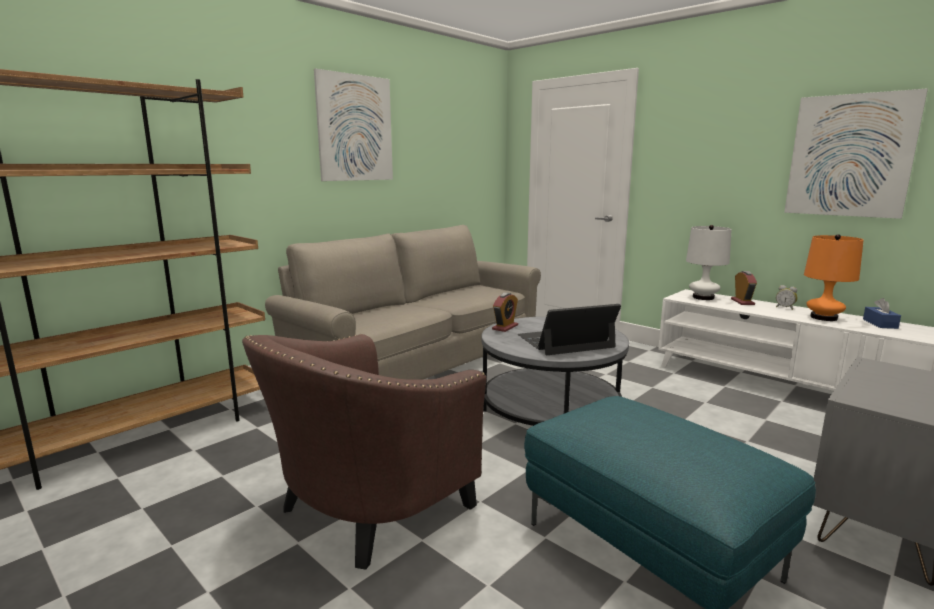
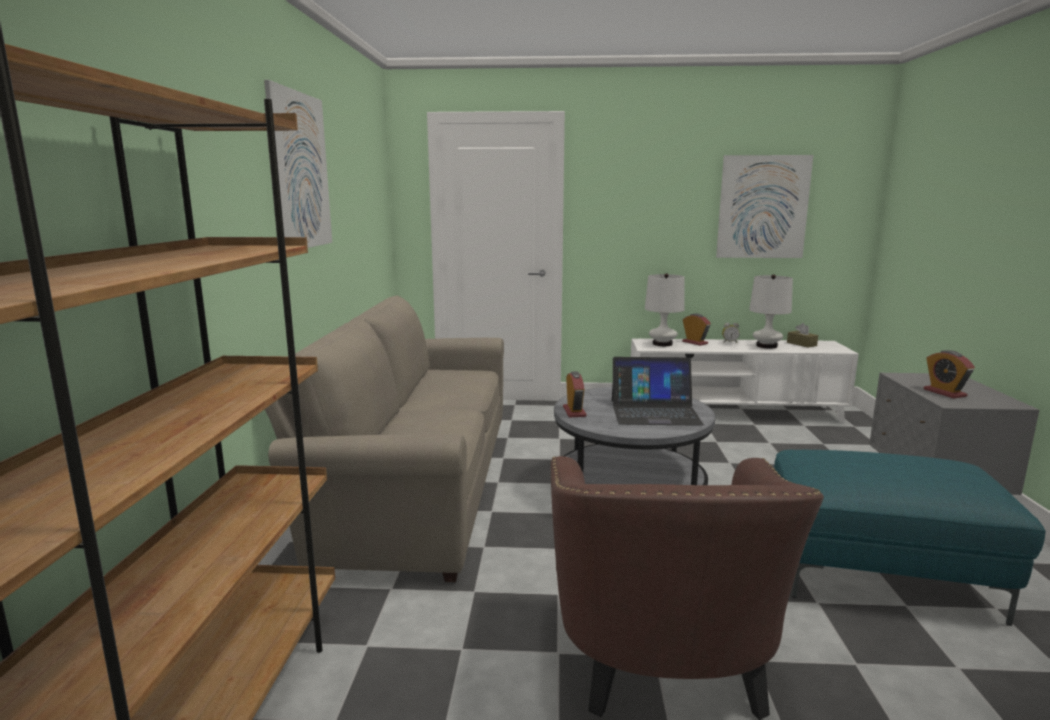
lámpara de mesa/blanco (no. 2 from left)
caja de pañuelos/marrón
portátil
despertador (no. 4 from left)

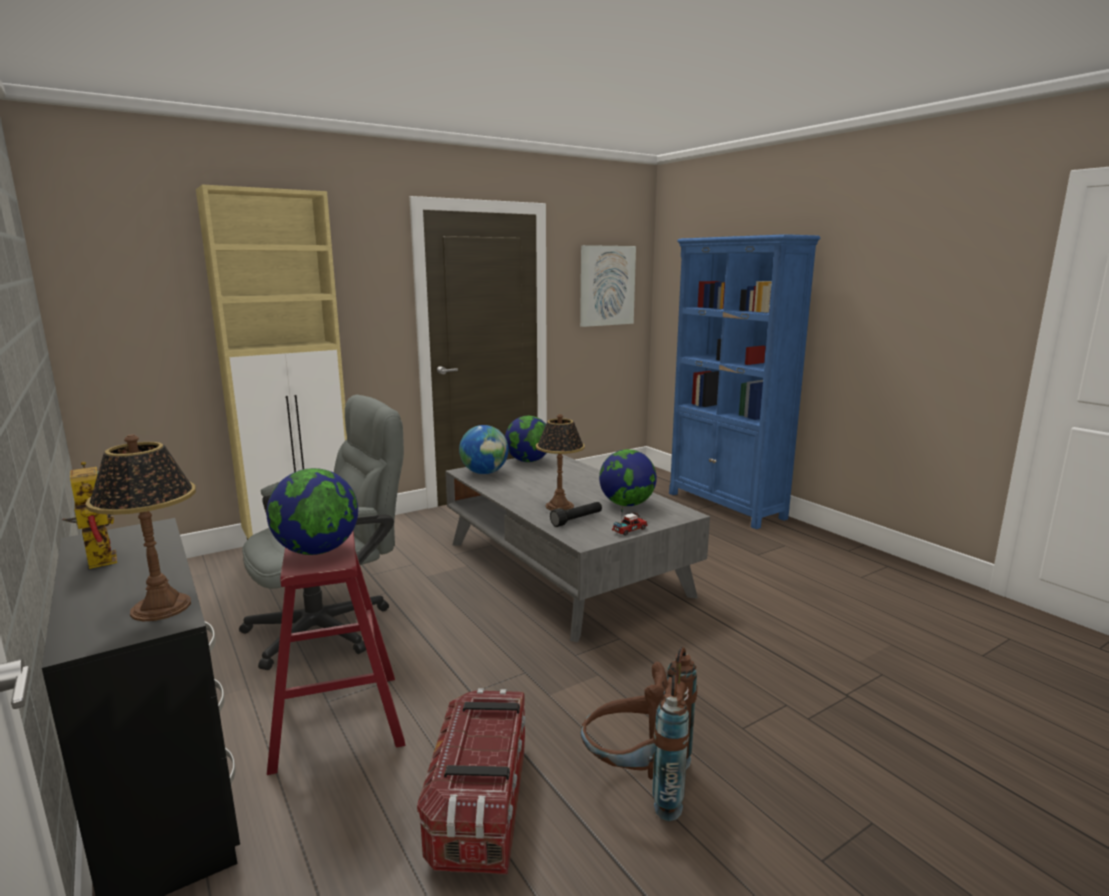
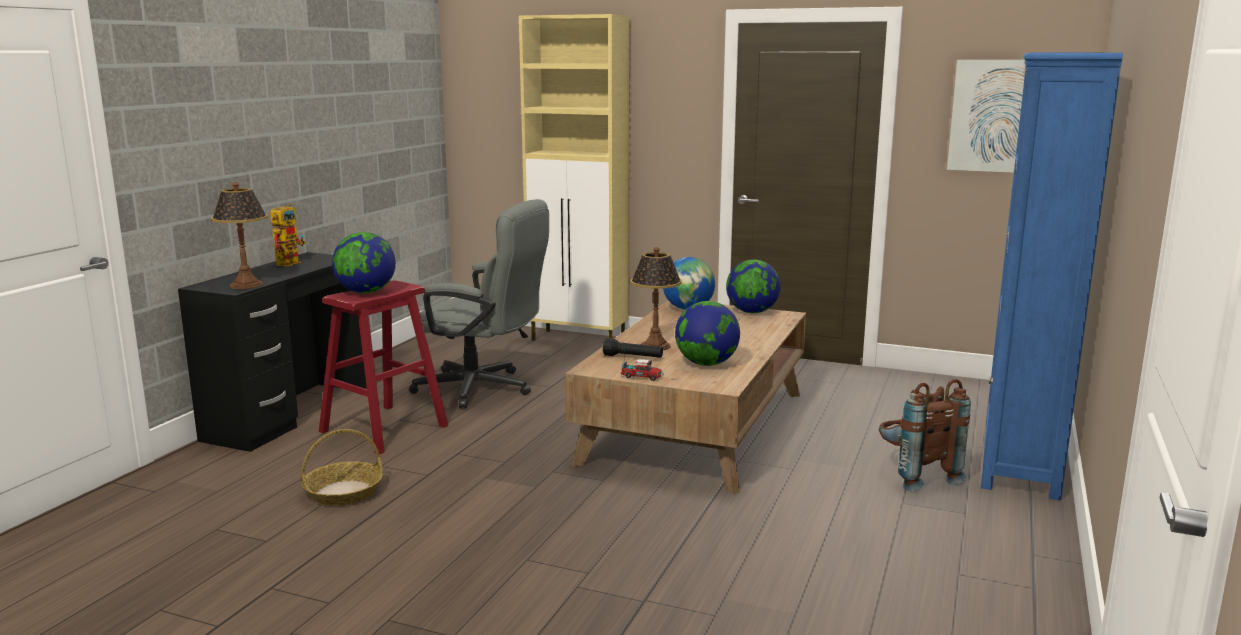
mesa de centro/marrón
mochila/marrón
cesta

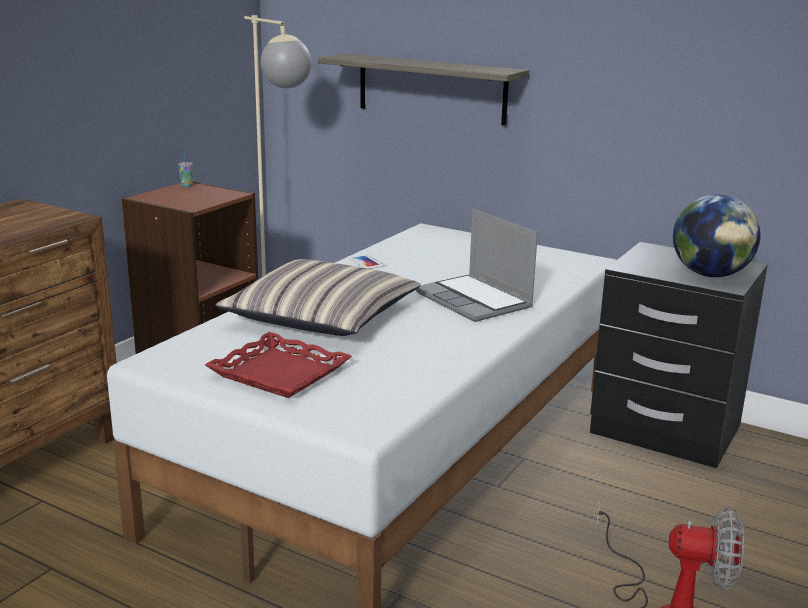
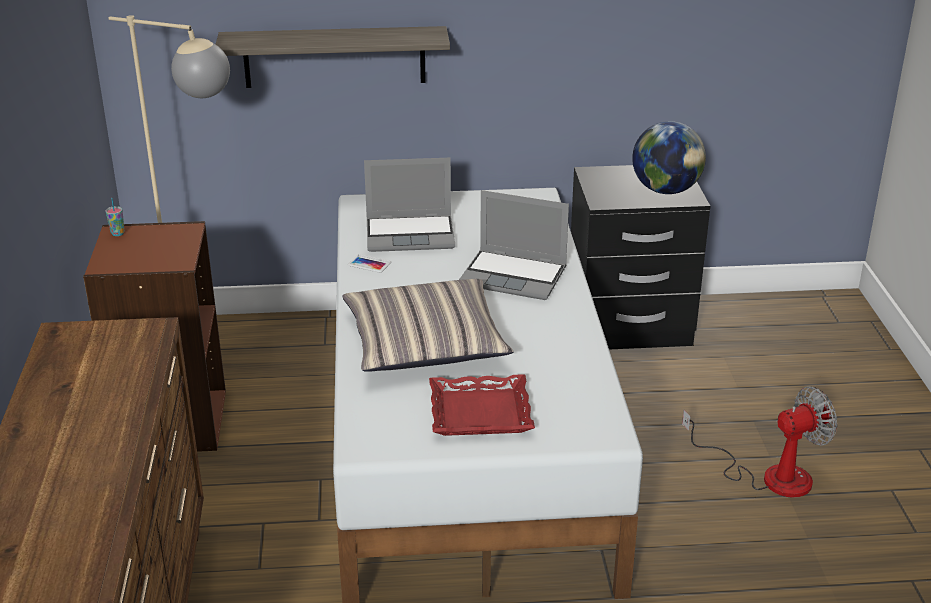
portátil (no. 1 from left)

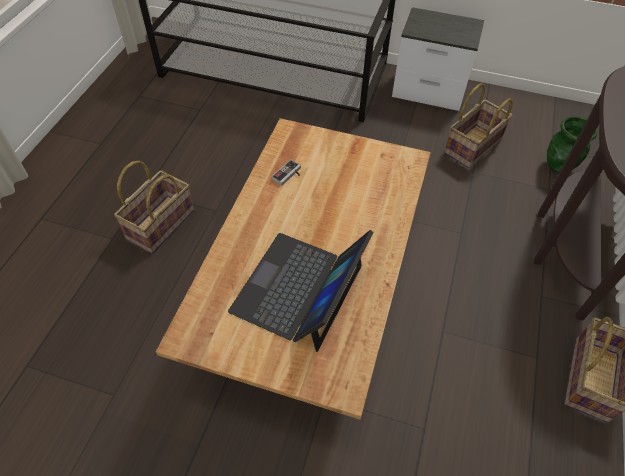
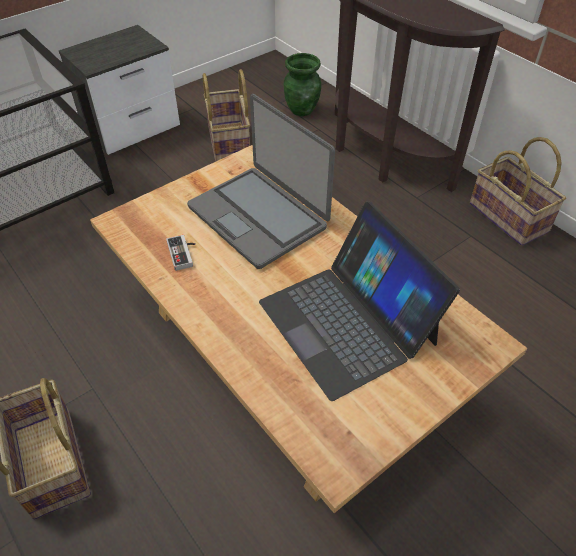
portátil (no. 1 from left)

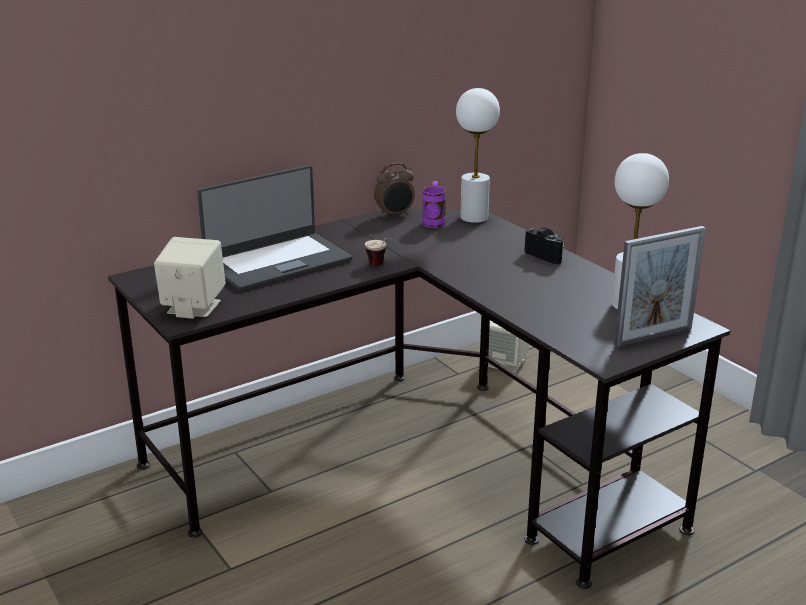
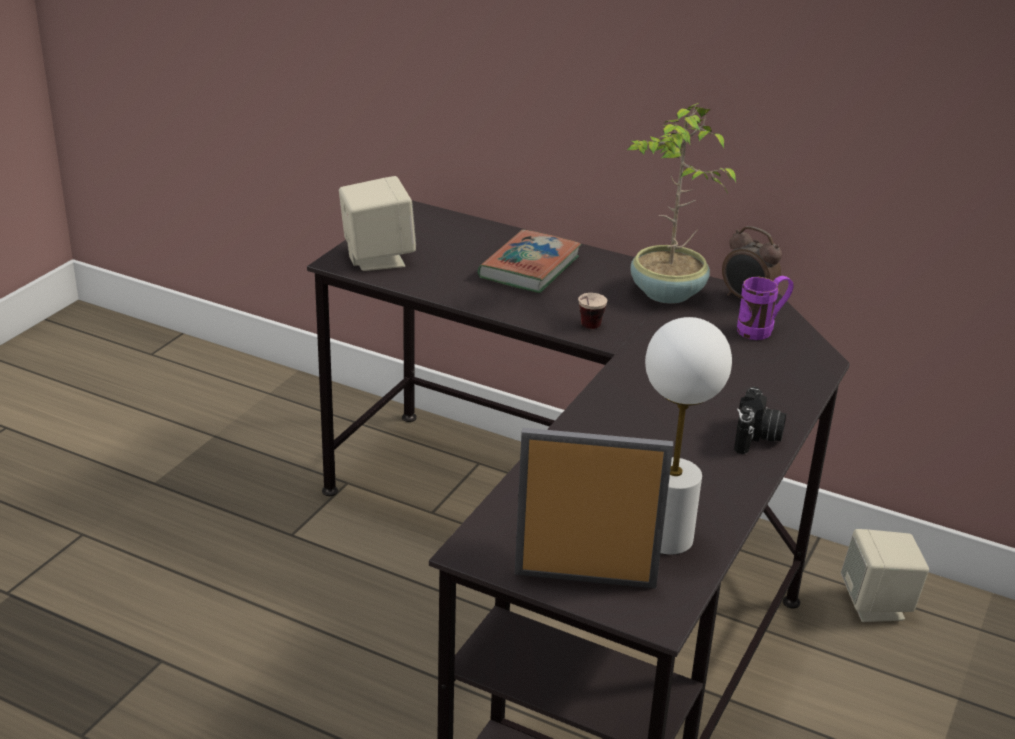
lámpara de mesa/blanco (no. 1 from left in the first image)
libro
portarretratos
planta en maceta

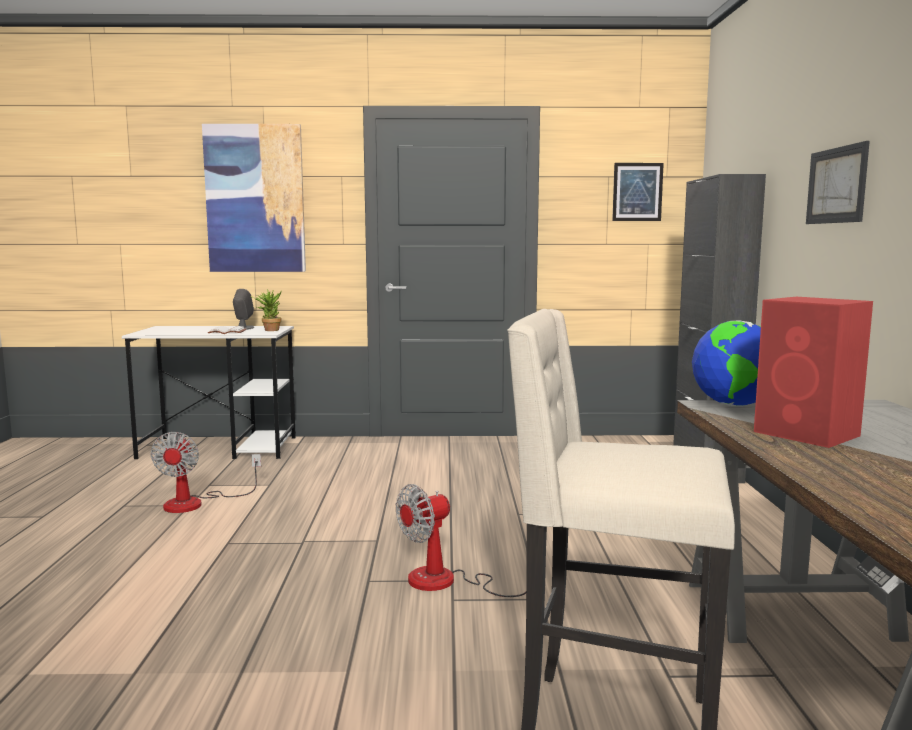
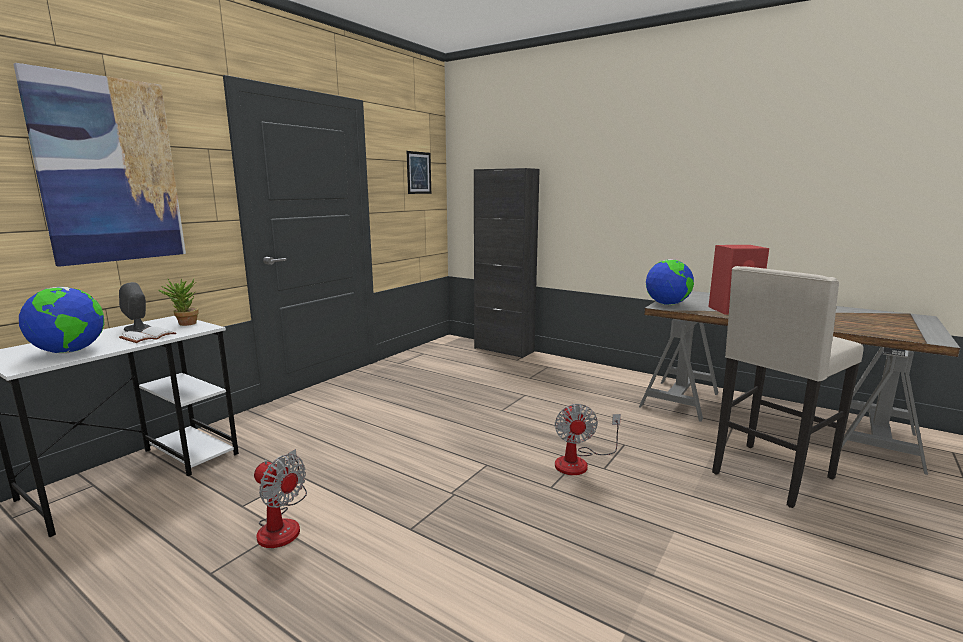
cuadro (no. 3 from left in the first image)
globo terráqueo (no. 1 from left)

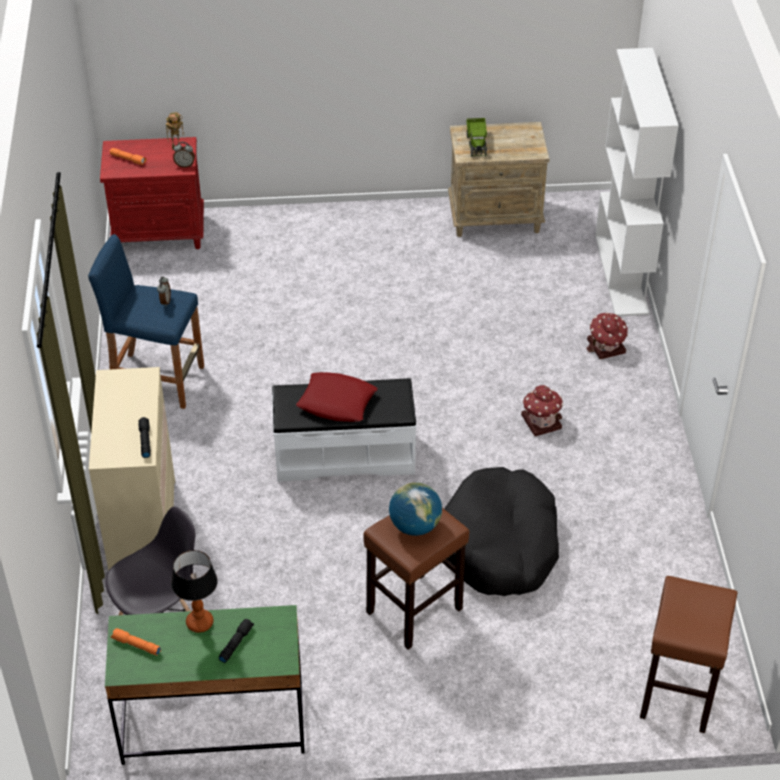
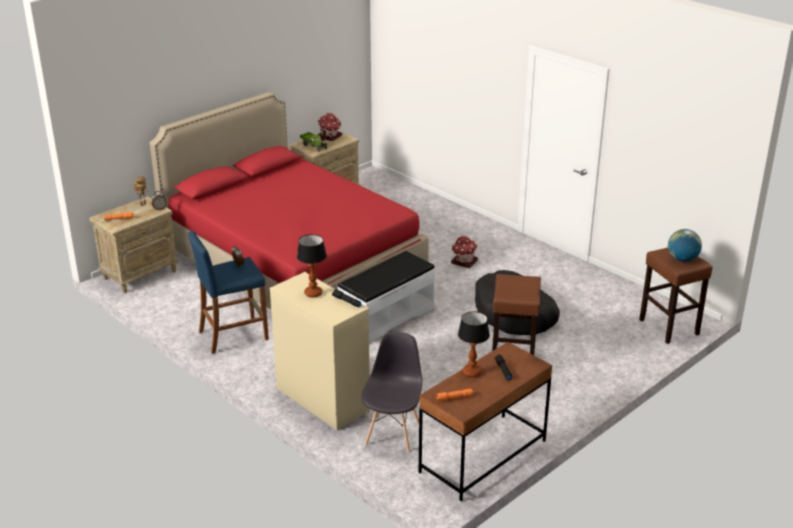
estantería/blanco
mesita de noche/beis (no. 1 from left)
casita (no. 1 from left)
cojín/rojo
globo terráqueo
escritorio/marrón
cama/rojo
lámpara de mesa (no. 1 from left)

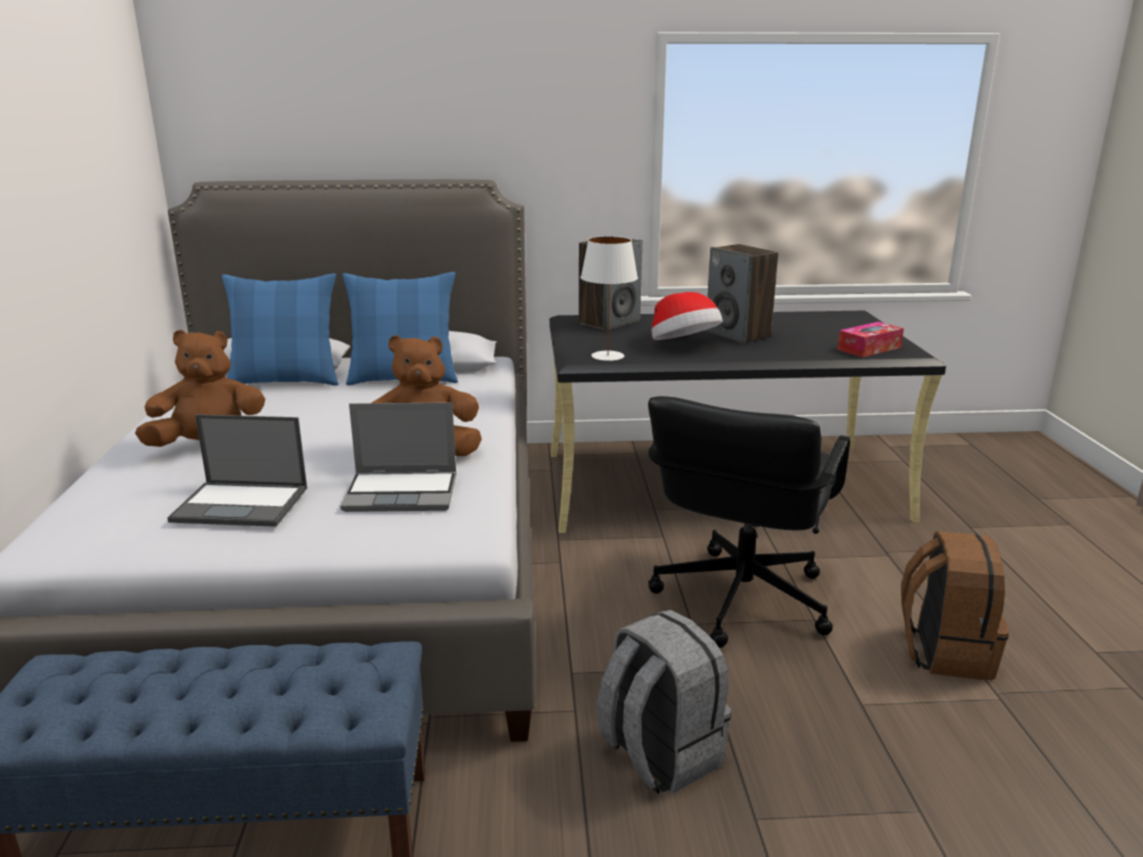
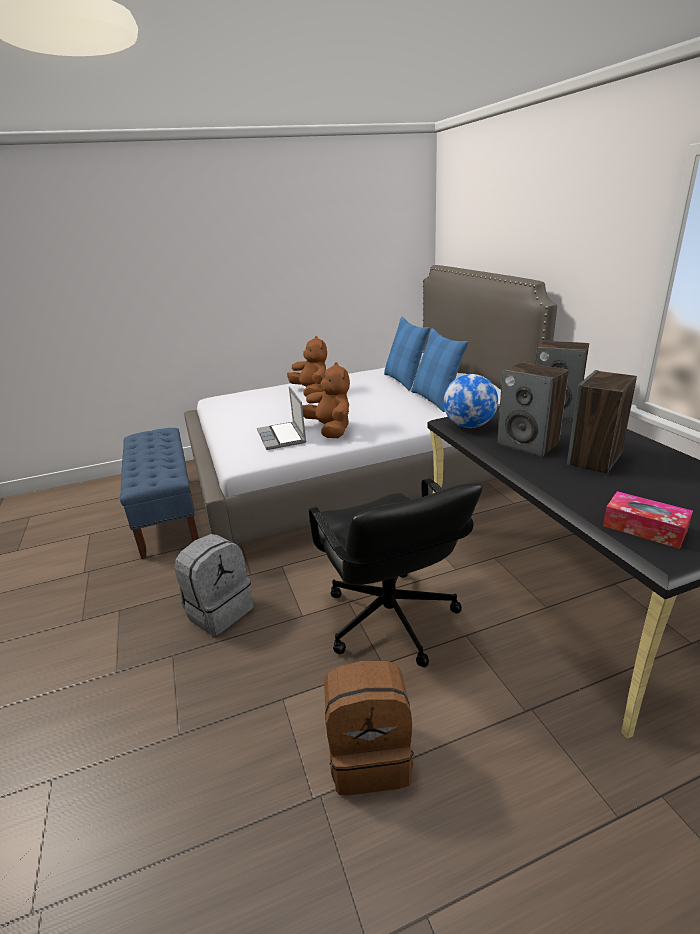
globo terráqueo
altavoz (no. 1 from left)
silla de oficina/negro
portátil (no. 1 from left in the first image)

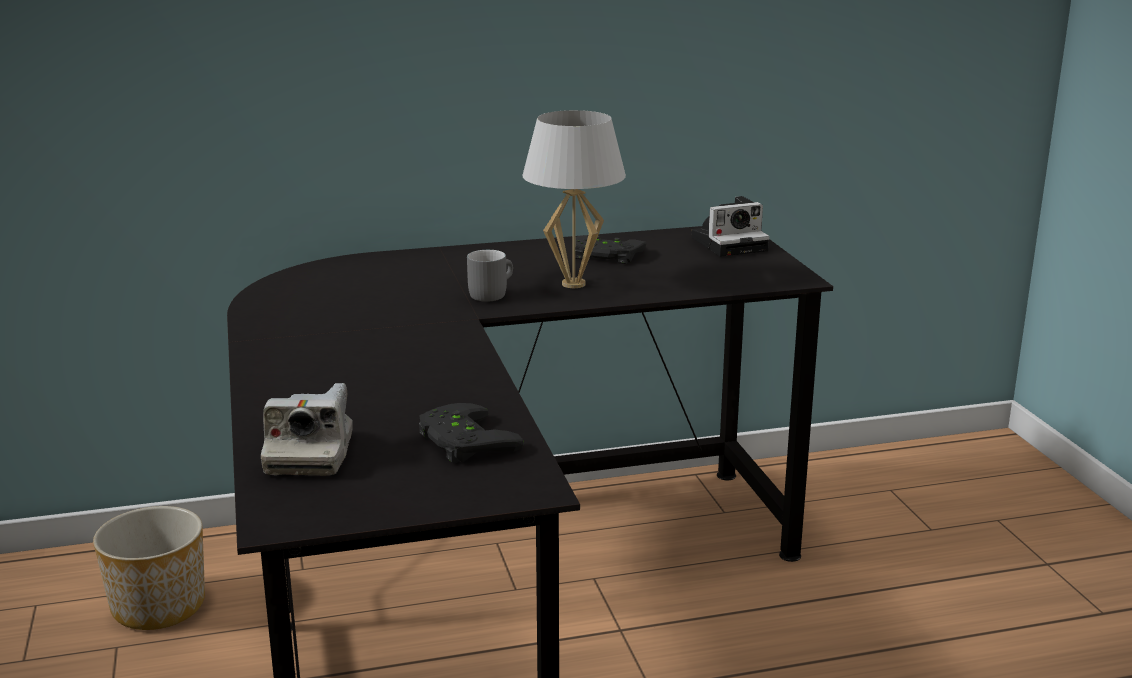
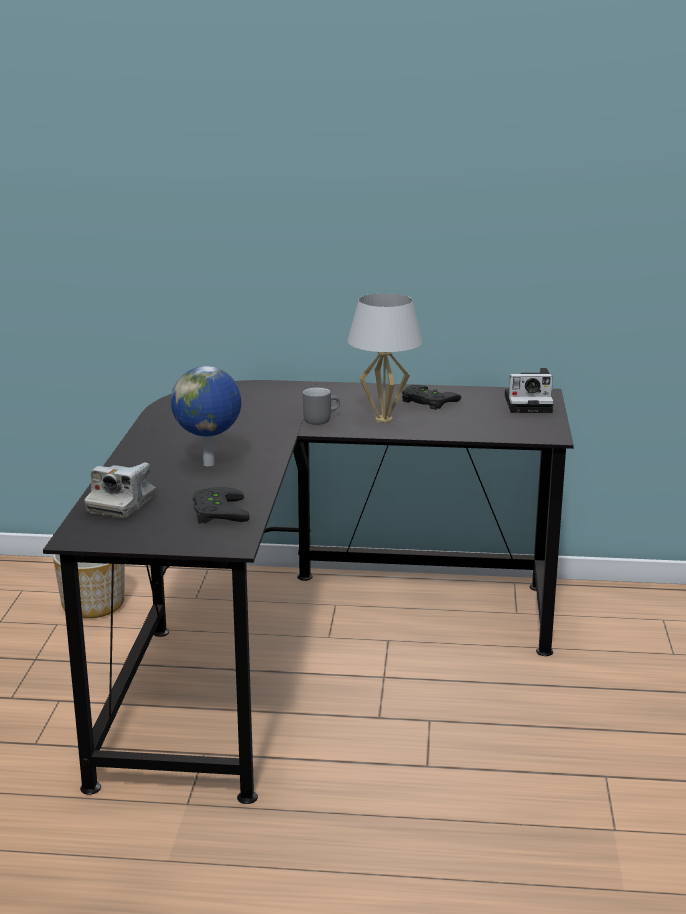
globo terráqueo

